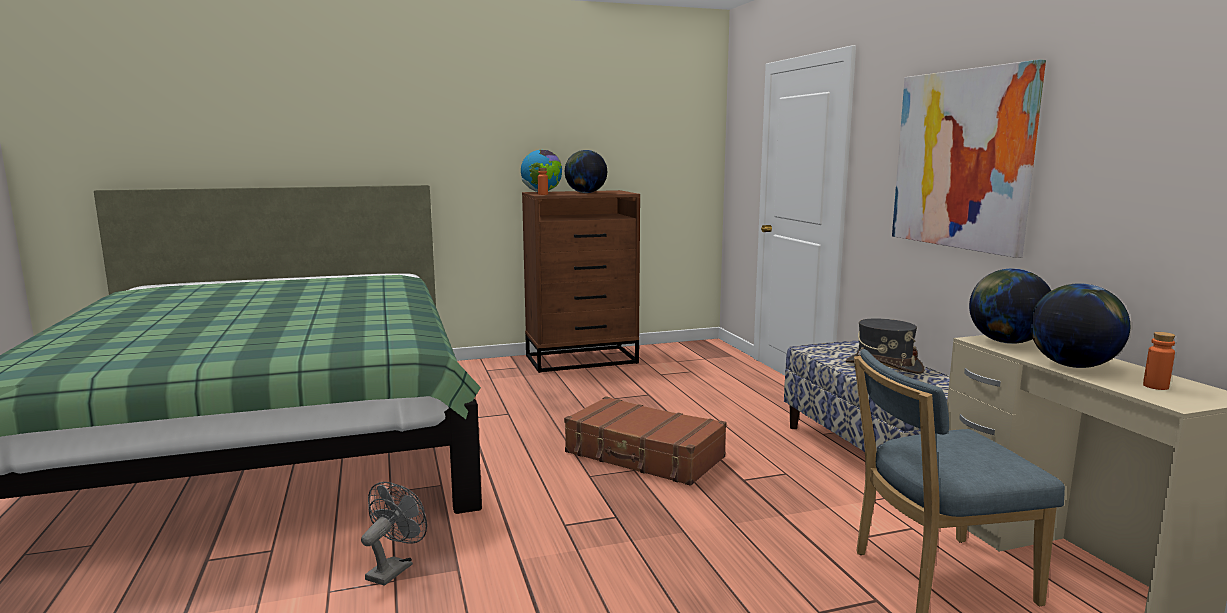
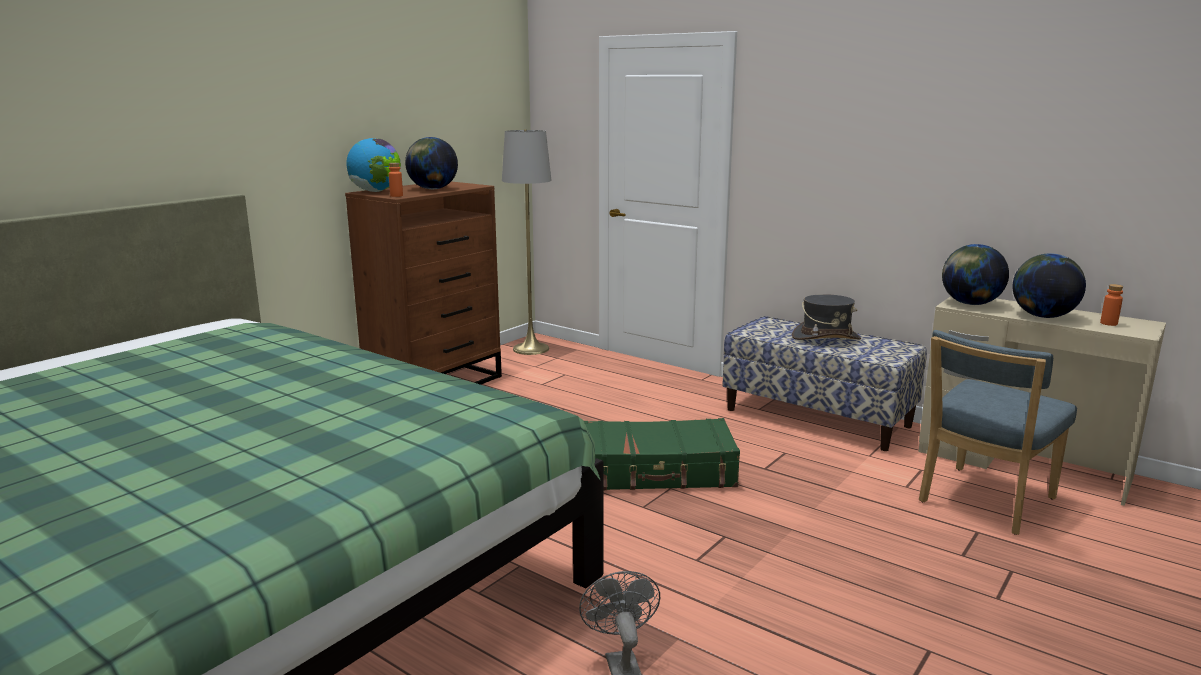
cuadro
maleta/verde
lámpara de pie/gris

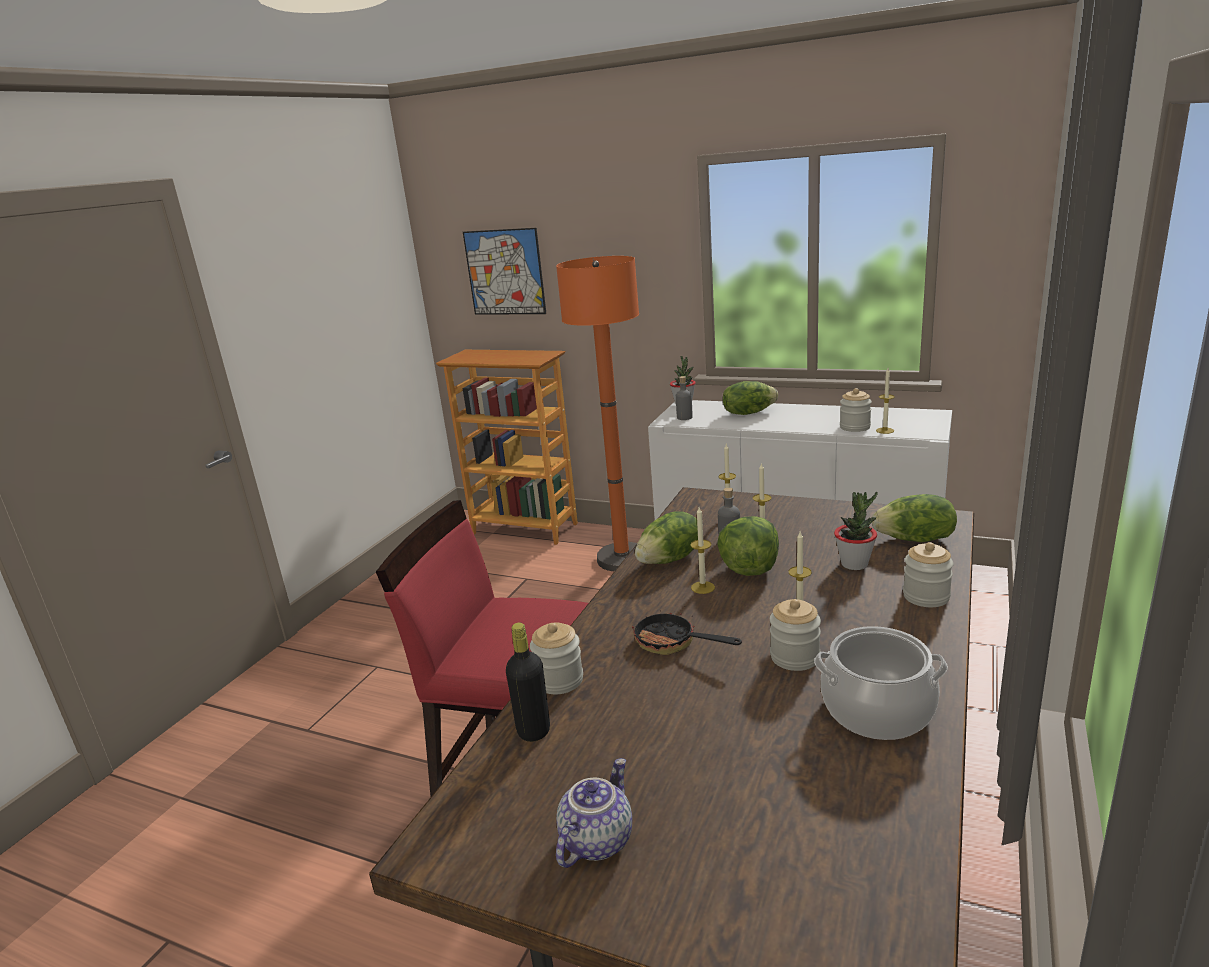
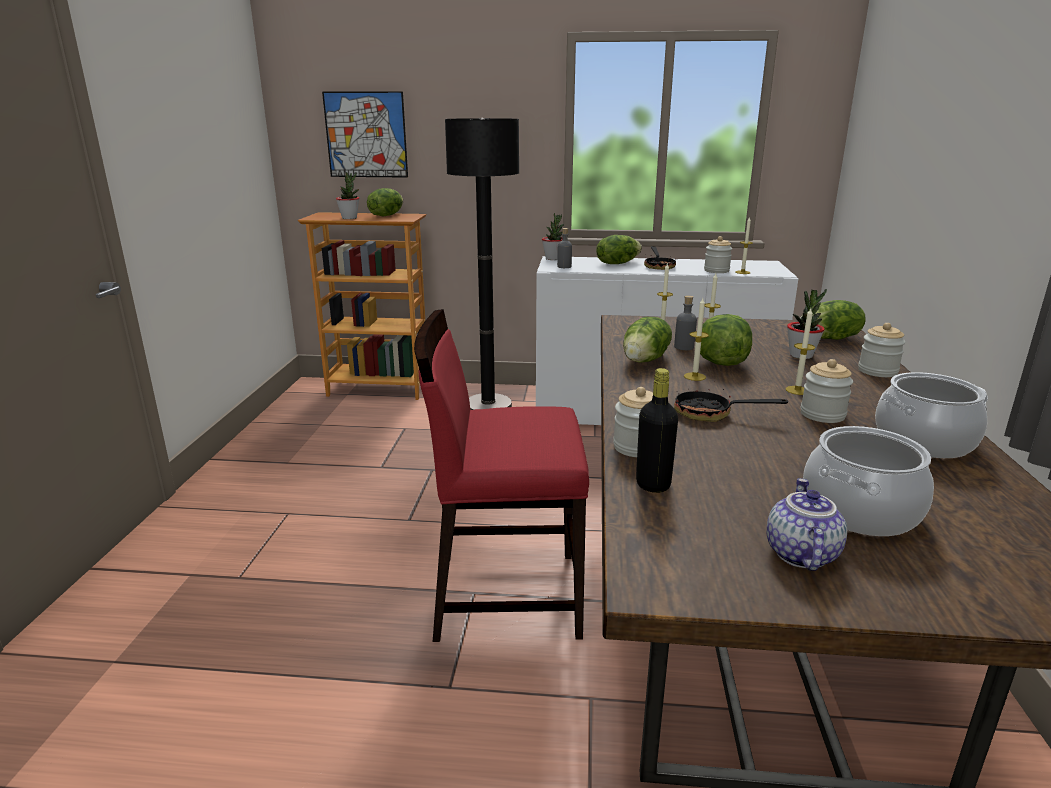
lámpara de pie/negro
planta en maceta (no. 1 from left)
lechuga (no. 1 from left)
sartén (no. 1 from left)
olla (no. 1 from left)

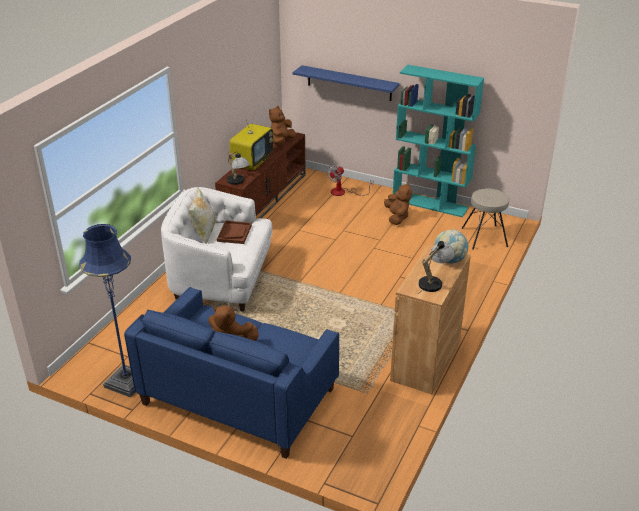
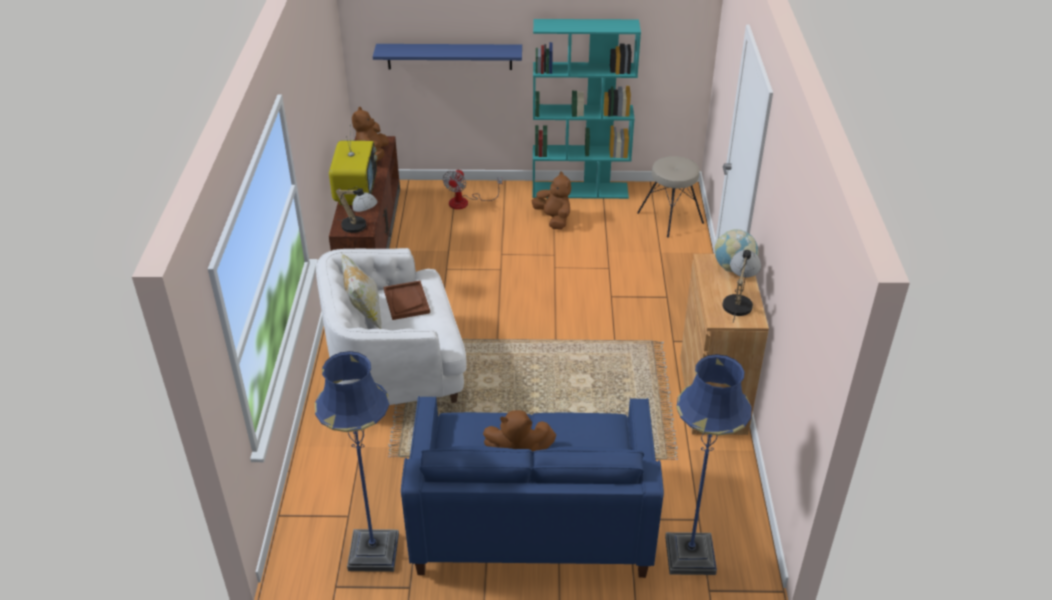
lámpara de pie/azul (no. 2 from left)

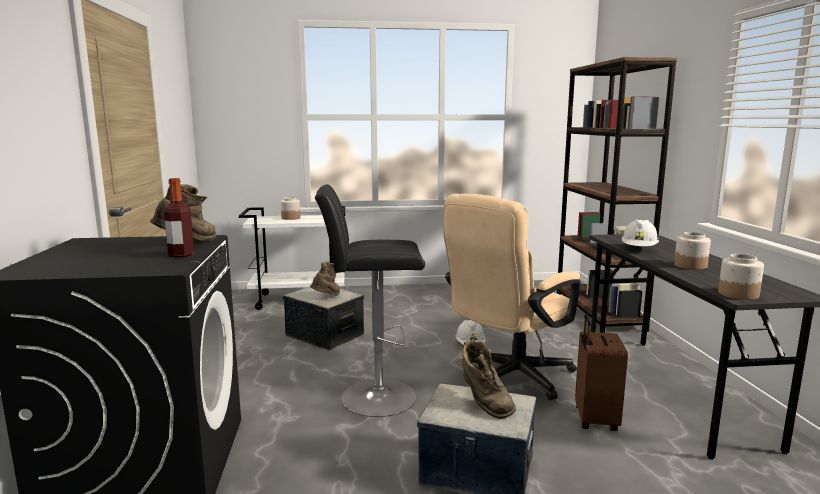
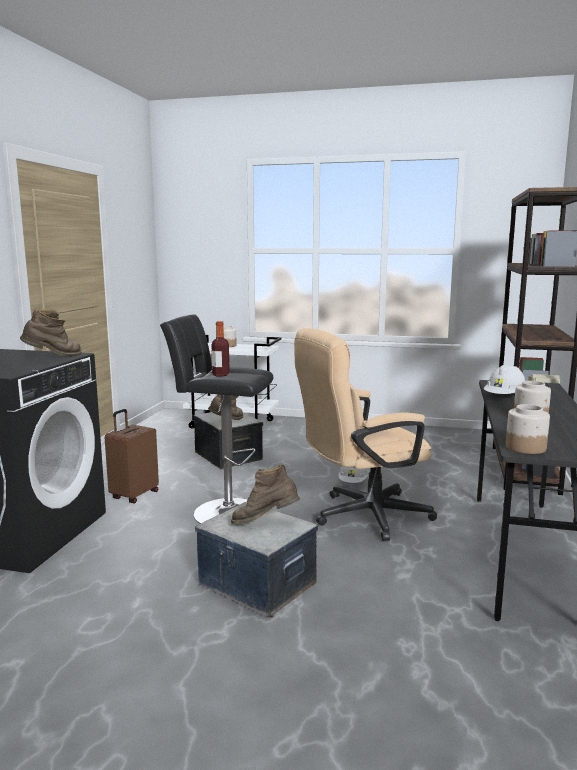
botella
maleta/marrón
bota/marrón (no. 3 from left)

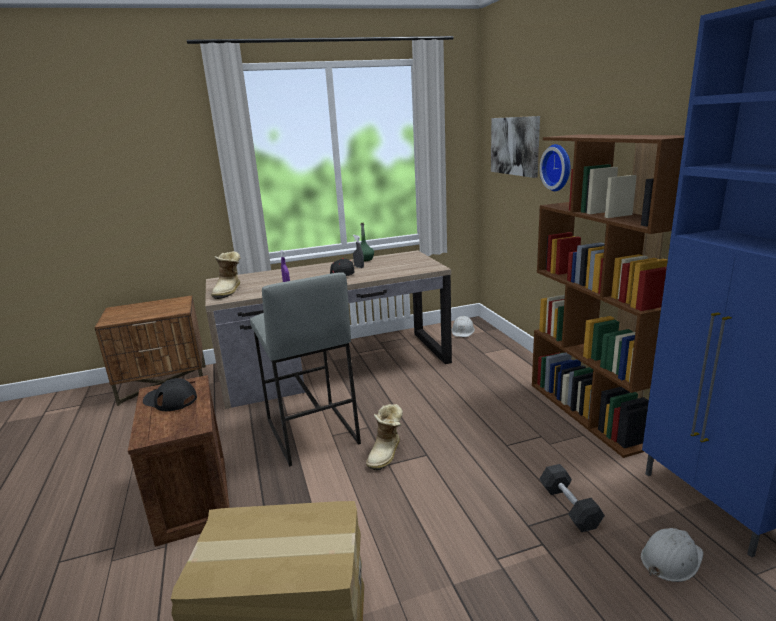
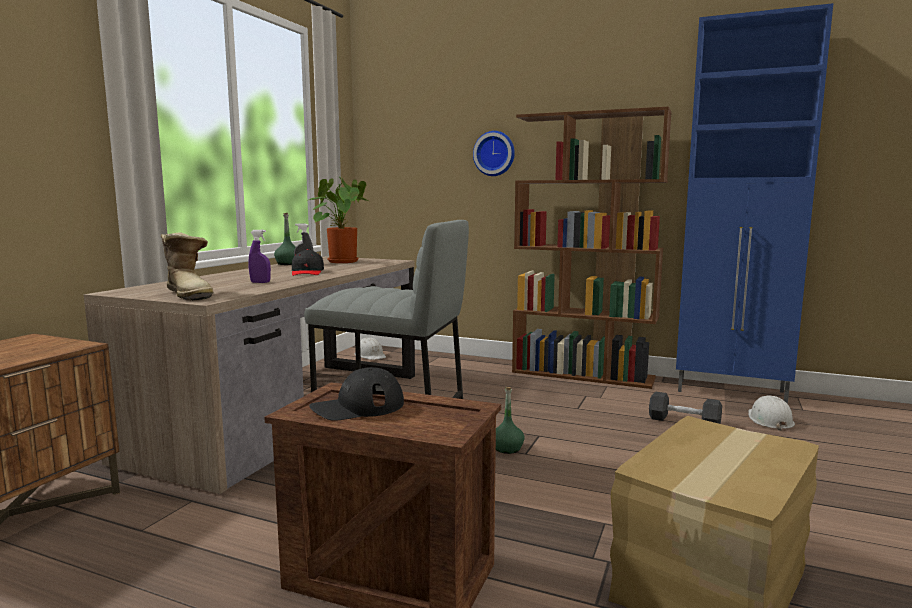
cuadro
botella/verde (no. 2 from left)
planta en maceta

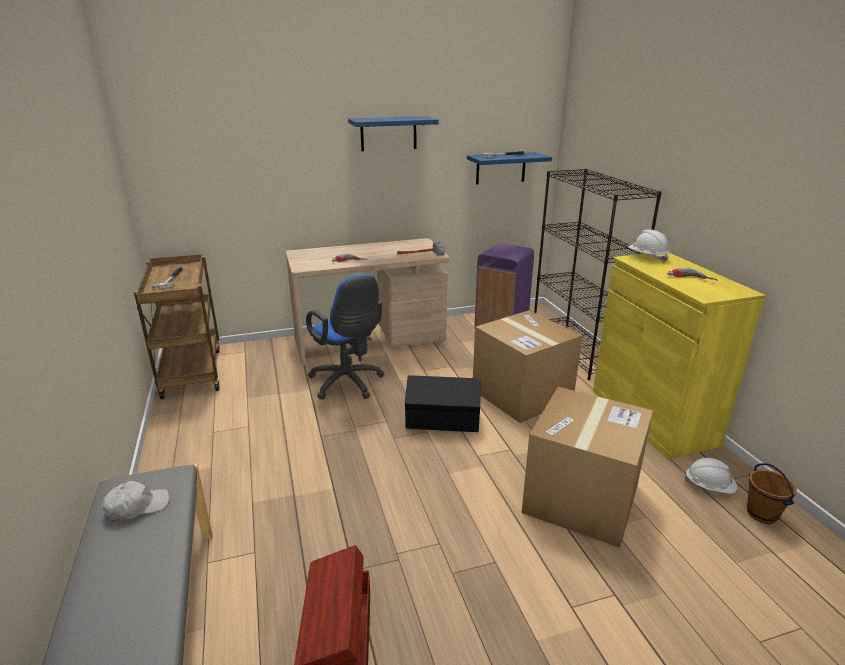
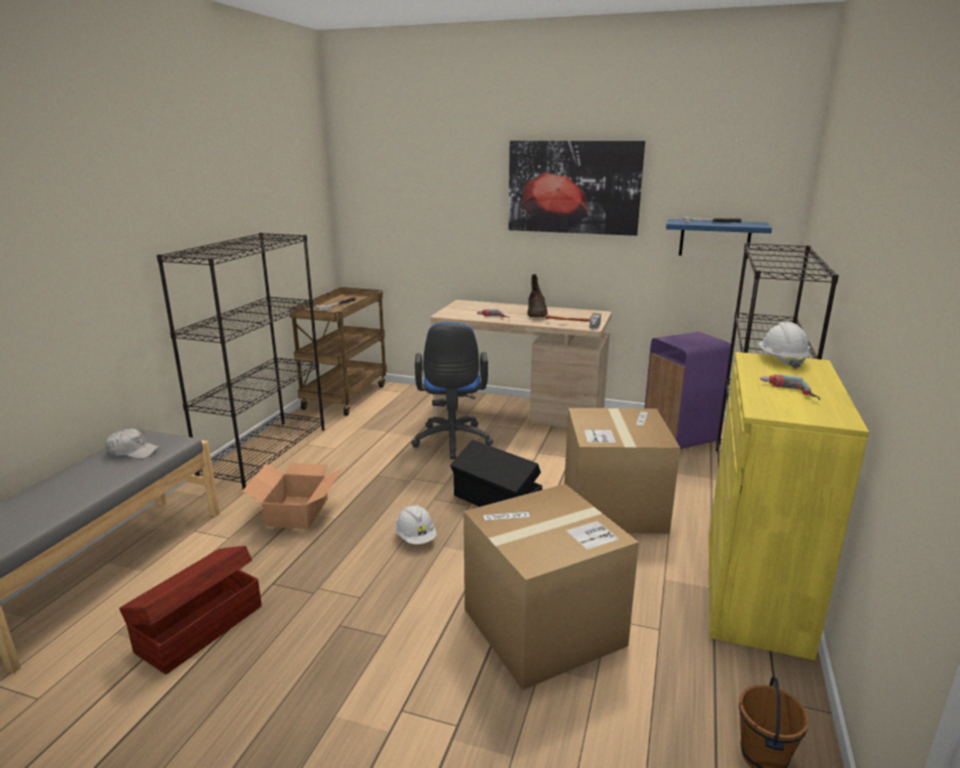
cuadro
casco/blanco (no. 1 from left)
estantería/negro (no. 1 from left)
bota/marrón
caja de cartón (no. 1 from left)

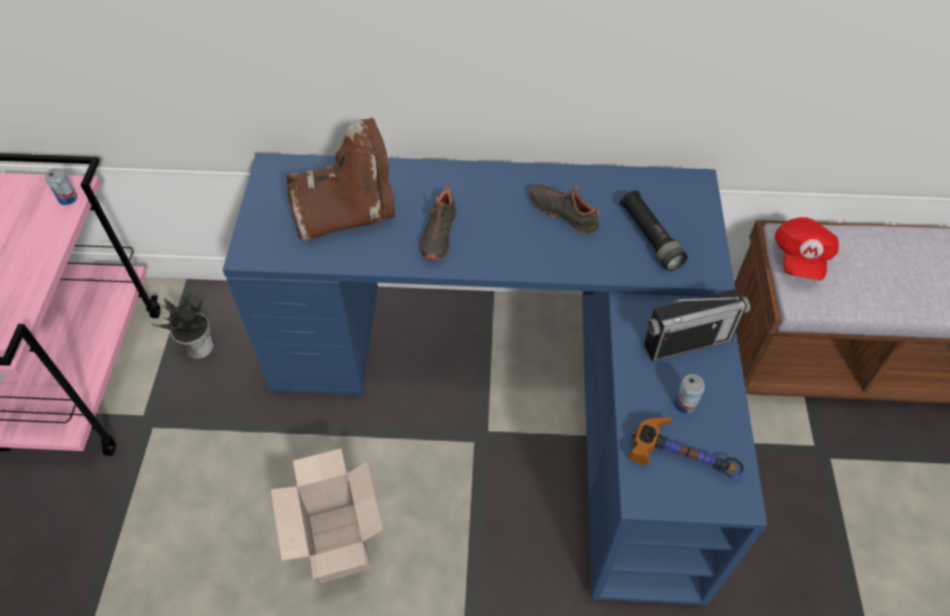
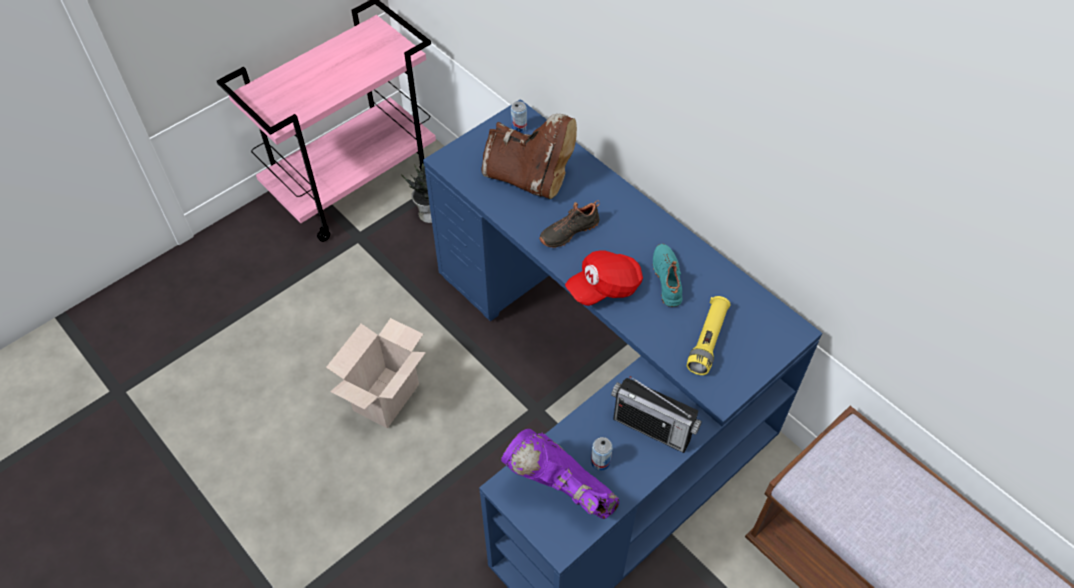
lata (no. 1 from left)
zapato/turquesa
linterna/amarillo
gorra/rojo
bota/morado

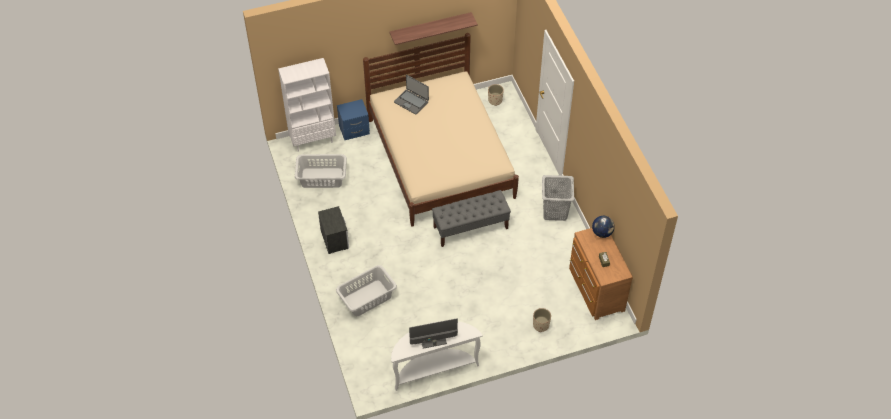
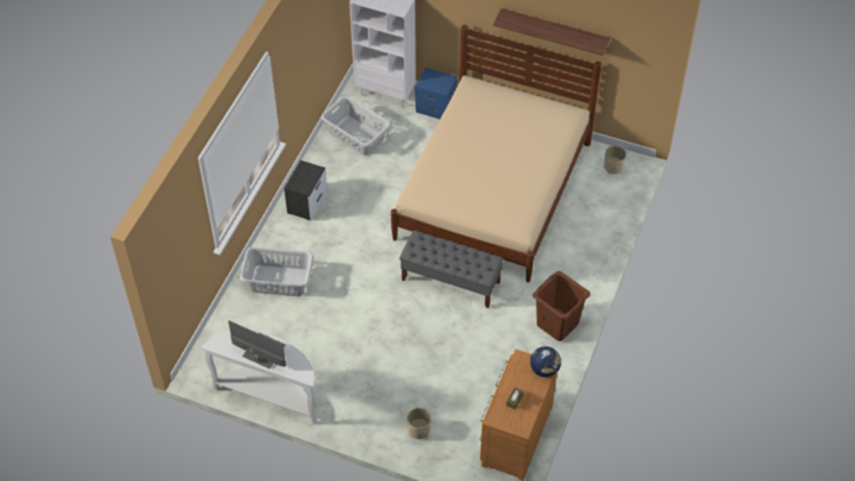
portátil
cesto de la ropa/marrón

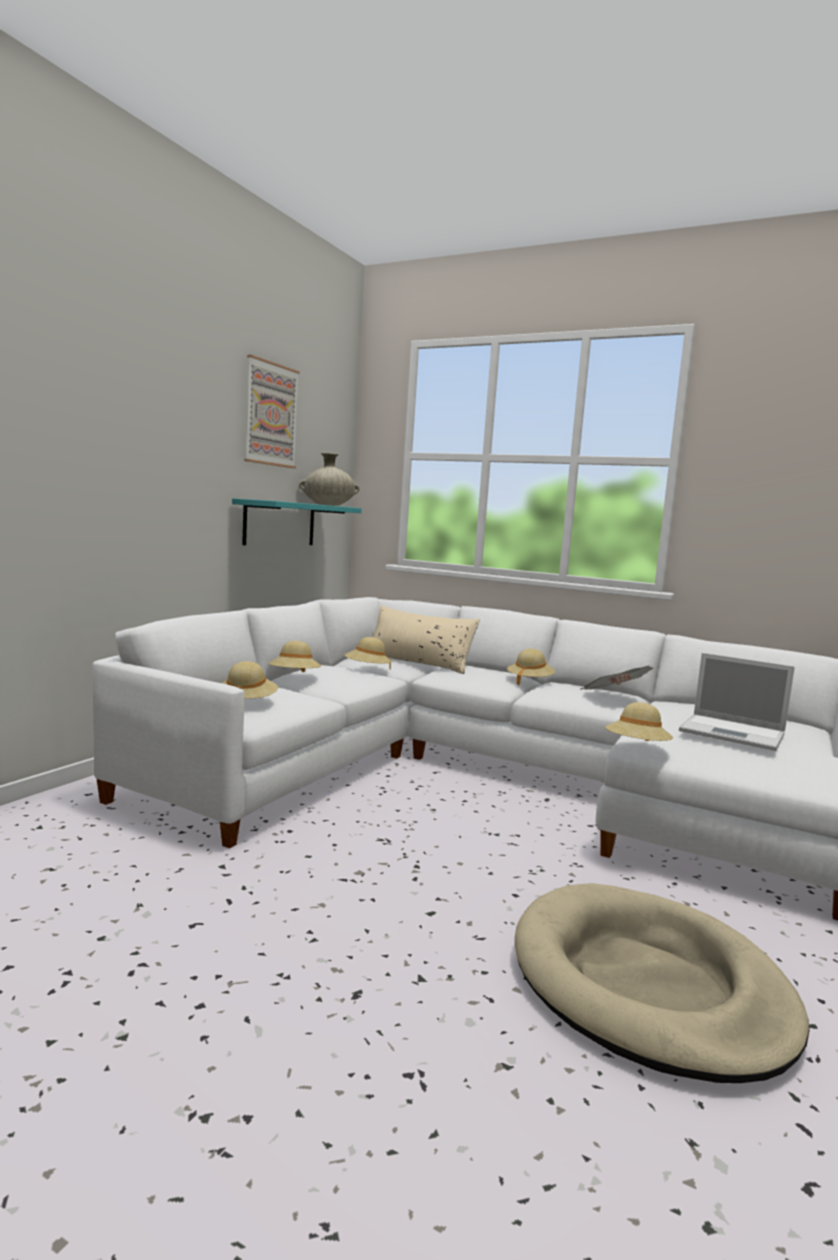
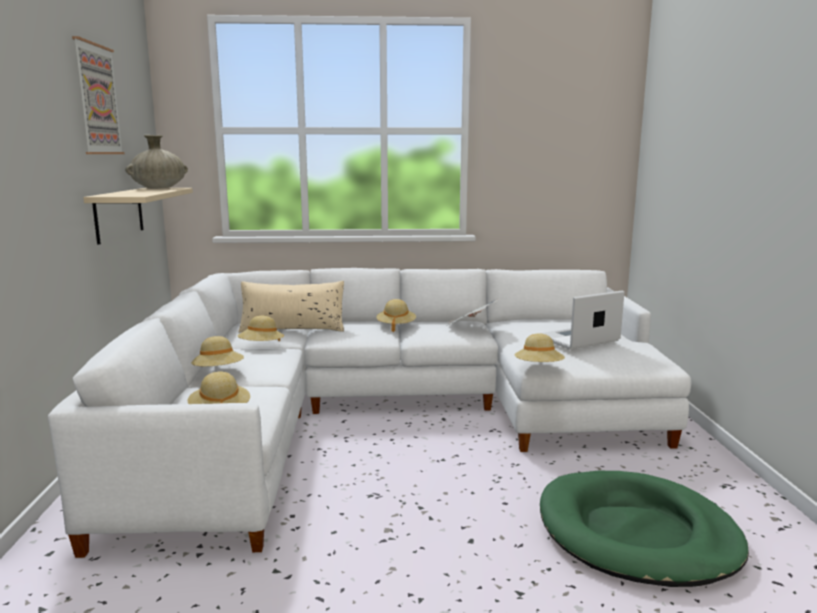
estante/beis
portátil
cama para perro/verde

